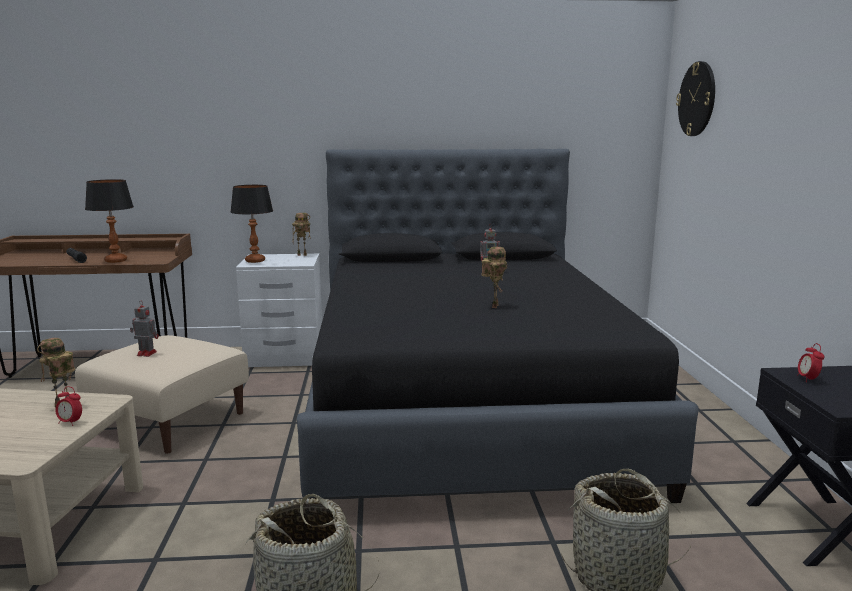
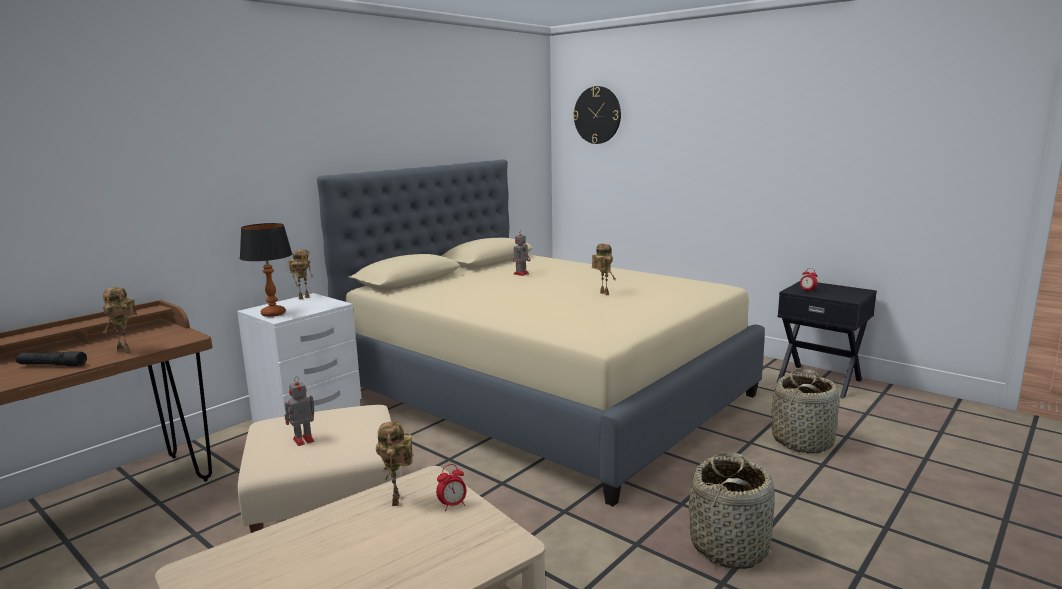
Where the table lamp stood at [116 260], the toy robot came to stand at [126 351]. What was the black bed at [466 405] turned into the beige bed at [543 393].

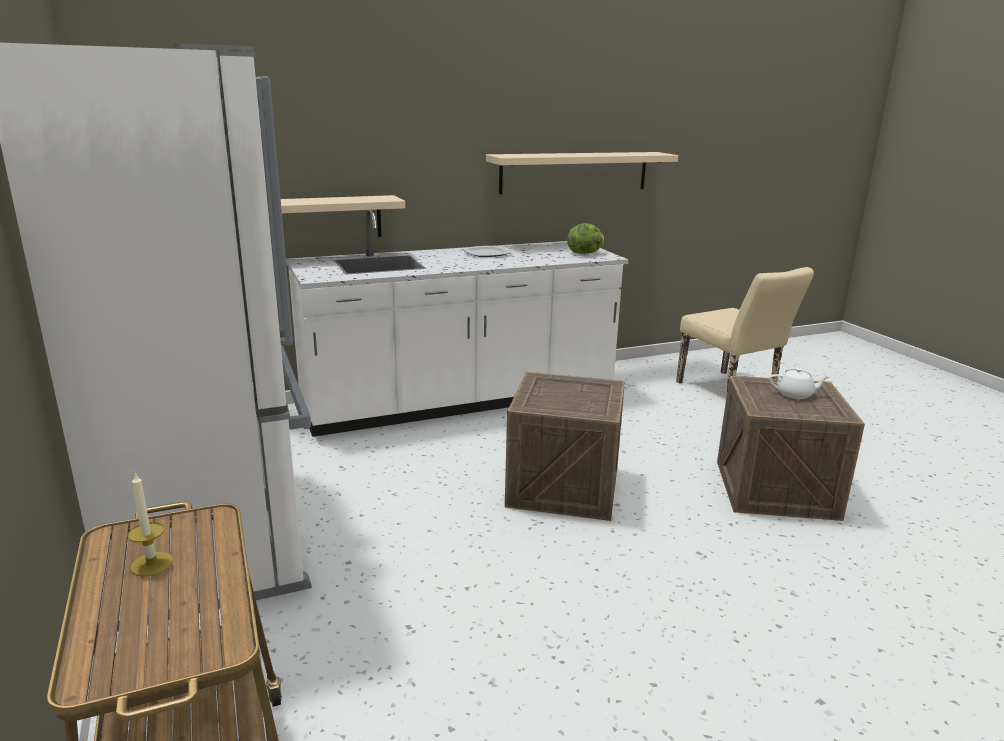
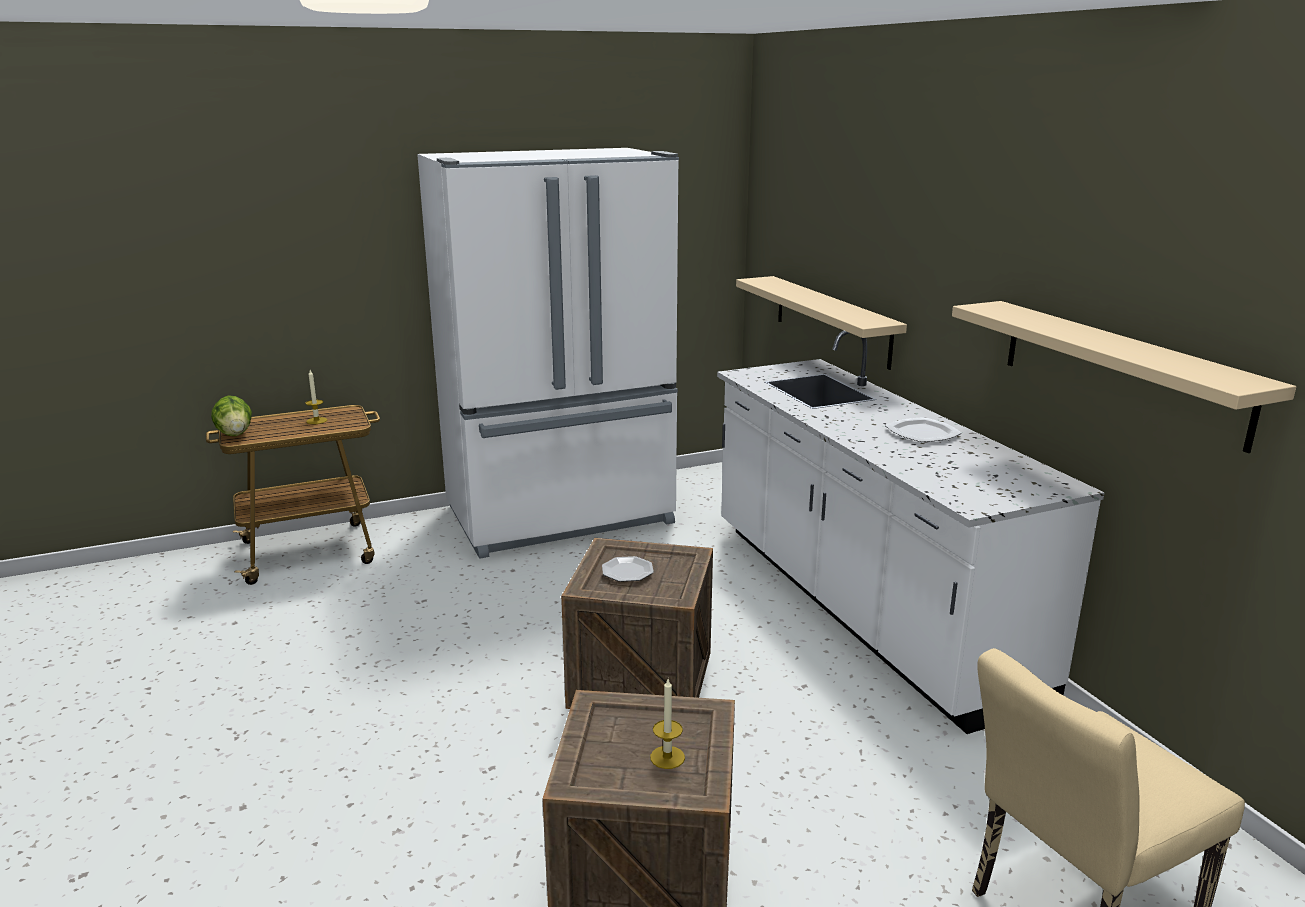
The lettuce ended up elsewhere, having gone from [585 253] to [235 434]. Where the white teapot stood at [795 394], the candle came to stand at [667 757]. The second view gained the plate at [627 571].

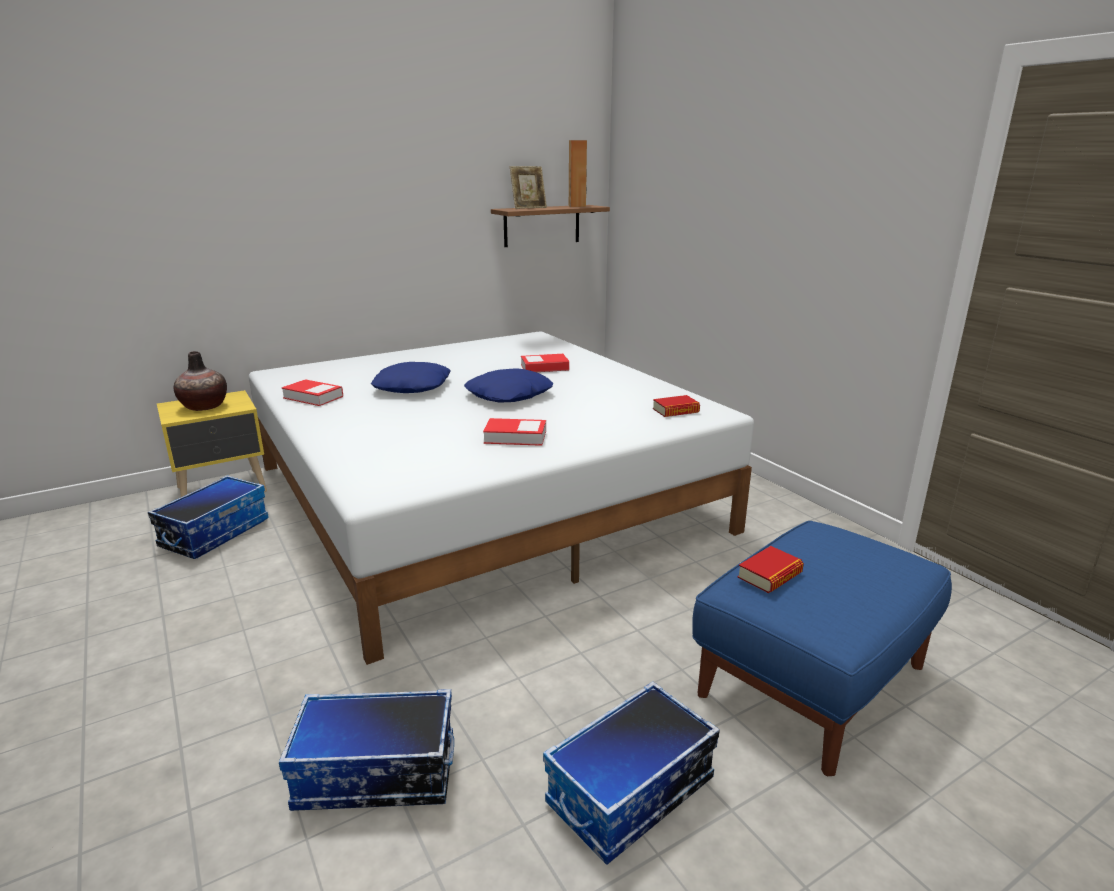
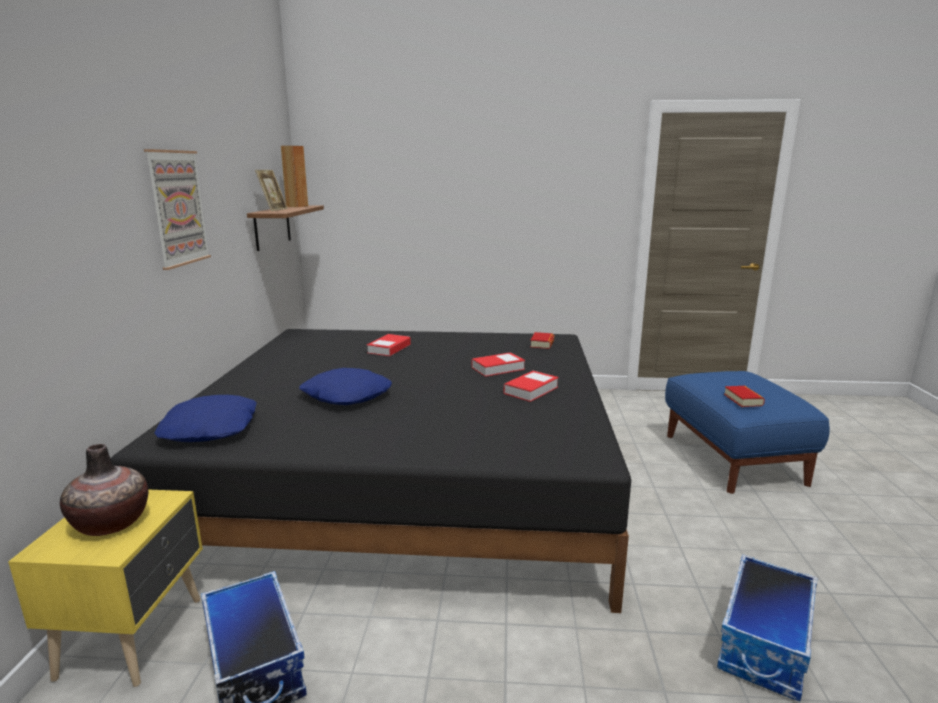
What was the white bed at [483 497] turned into the black bed at [408 480]. The book ended up elsewhere, having gone from [313 397] to [498 368]. The blue pillow ended up elsewhere, having gone from [509 395] to [211 428]. The second view lost the storage box at [631 793]. The second view gained the picture at [177 208].

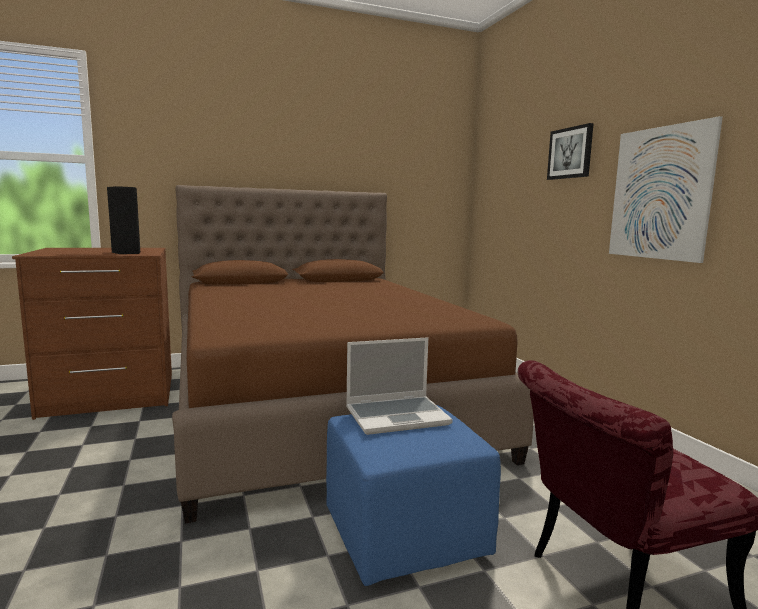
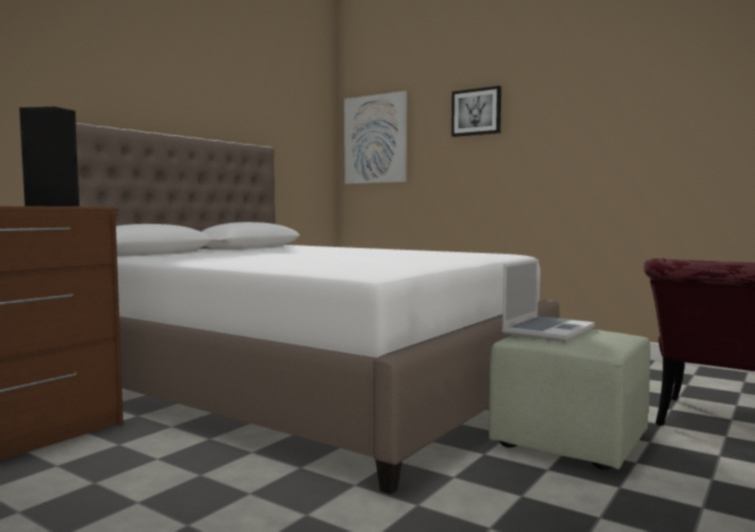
What was the brown bed at [319 405] turned into the white bed at [307 385]. What was the blue ottoman at [406 534] turned into the green ottoman at [569 441]. The picture ended up elsewhere, having gone from [660 193] to [375 139].

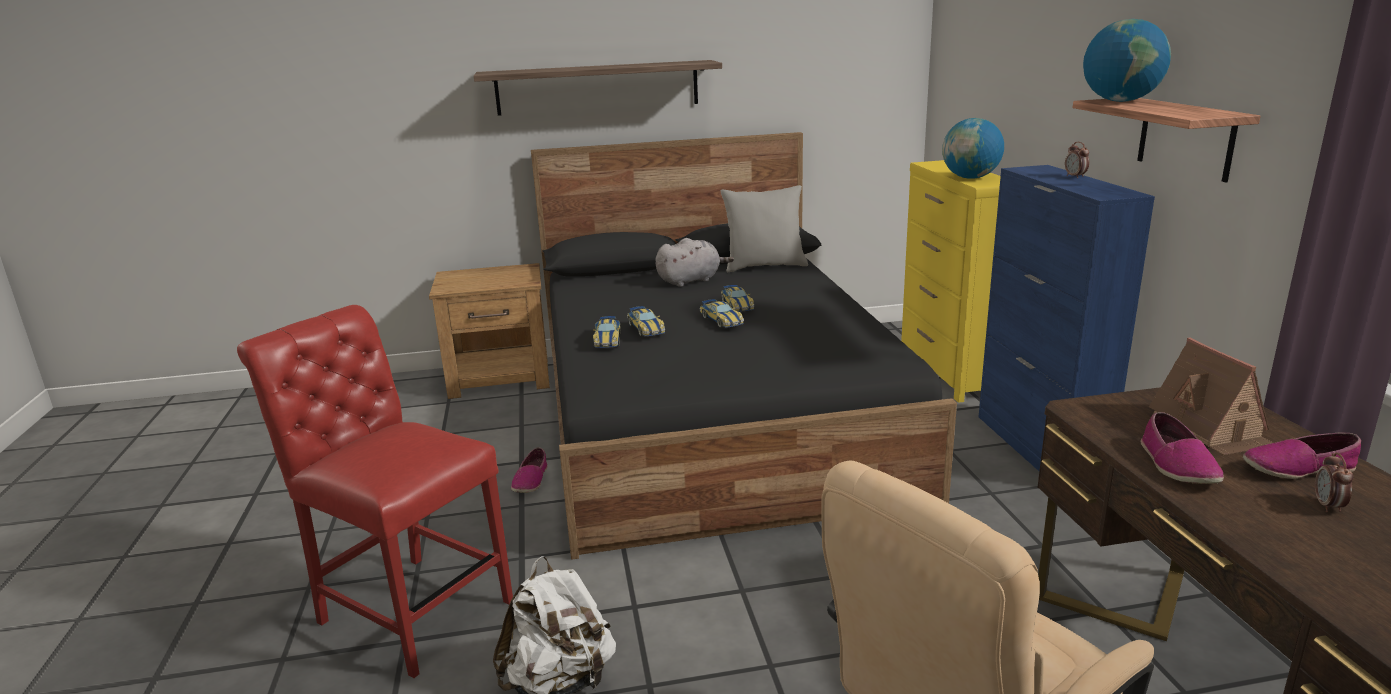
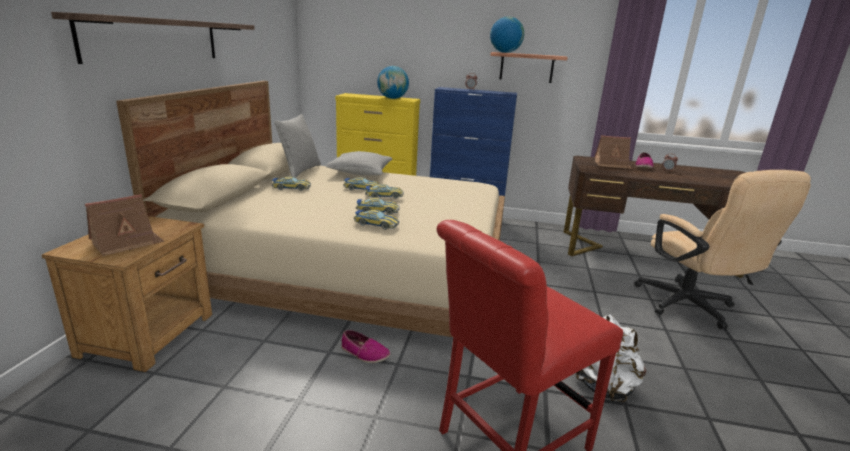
What was the black bed at [714 418] turned into the beige bed at [351 270]. Where the grey plush toy stood at [691 280], the toy car came to stand at [291 188]. The second view lost the shoe at [1176 465]. The second view gained the toy house at [127 243]. The second view gained the grey pillow at [360 173].

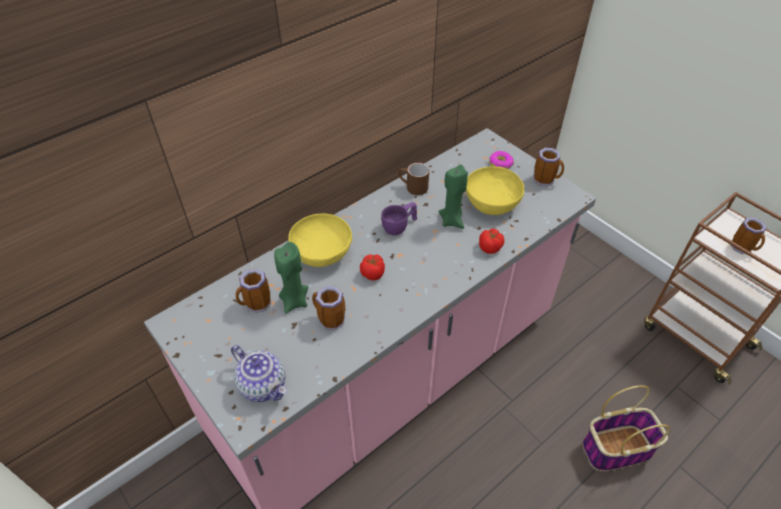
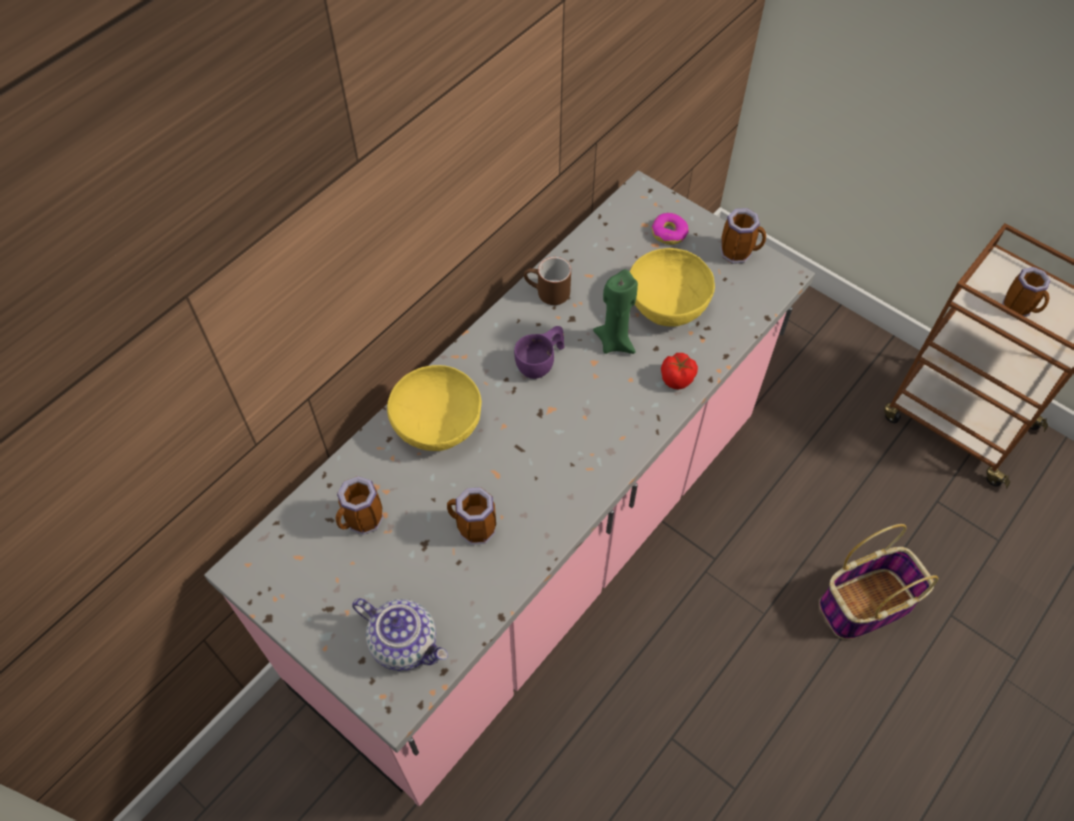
The second view lost the green candle at [294 301]. The second view lost the tomato at [373 273].

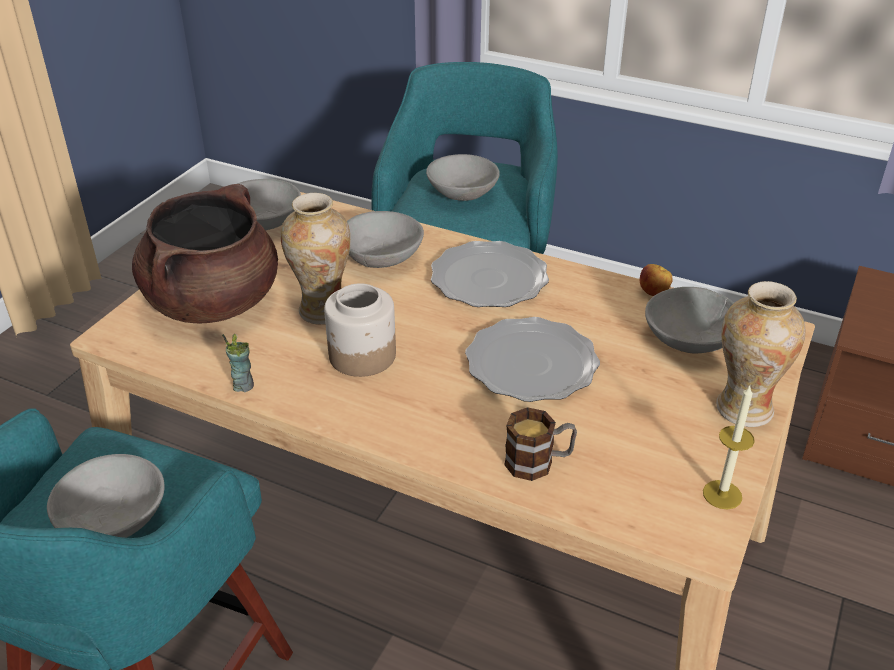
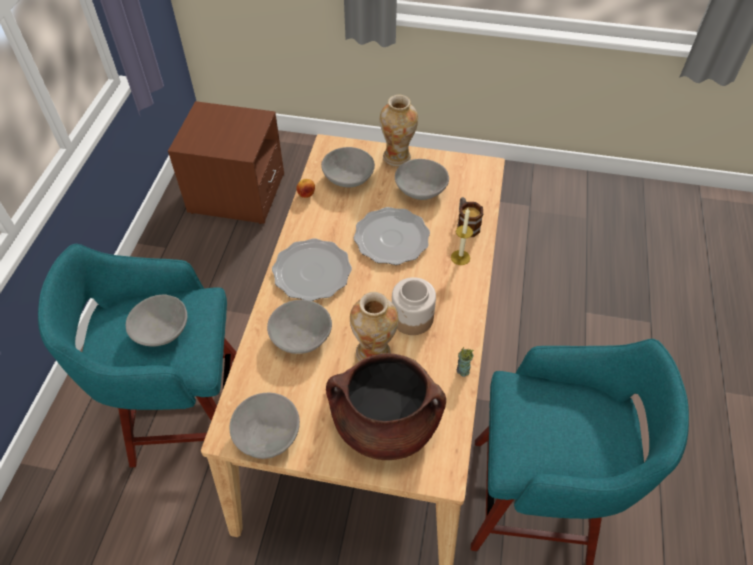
The grey bowl ended up elsewhere, having gone from [113 520] to [420 190]. The candle ended up elsewhere, having gone from [722 494] to [460 257].

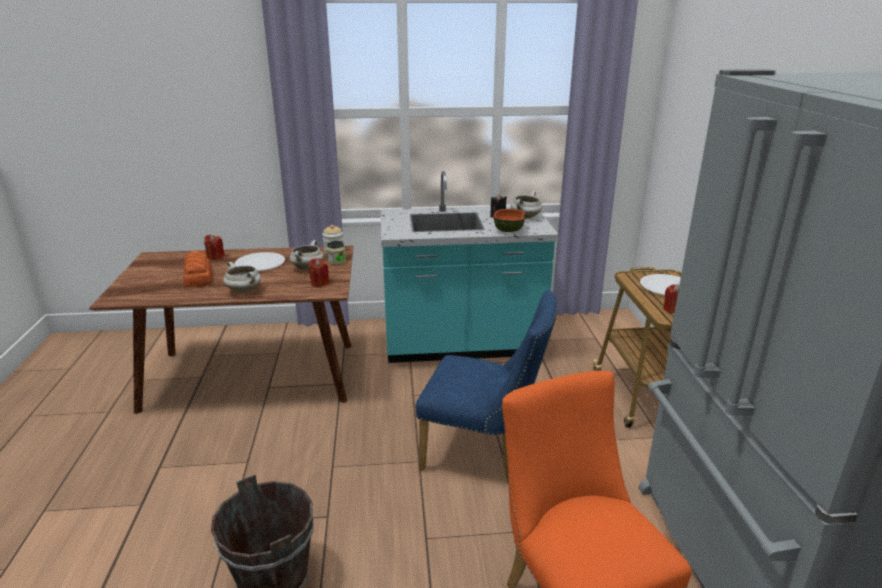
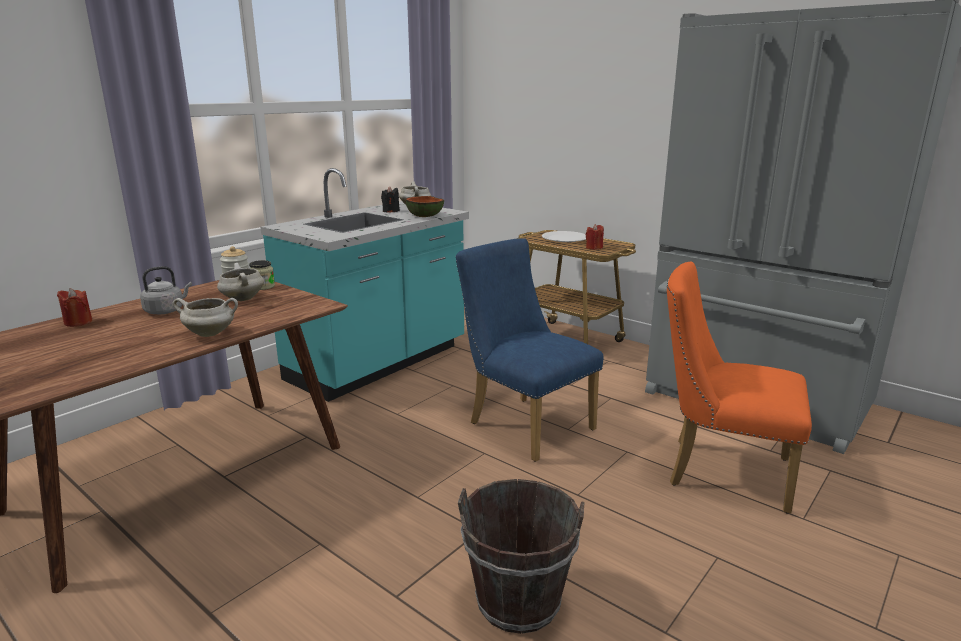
The second view lost the bread at [198 277]. Where the white plate stood at [260 263], the grey kettle came to stand at [166 311]. The second view lost the red candle at [319 283]. The blue chair at [484 454] ended up facing another way, 105 degrees counterclockwise from before.

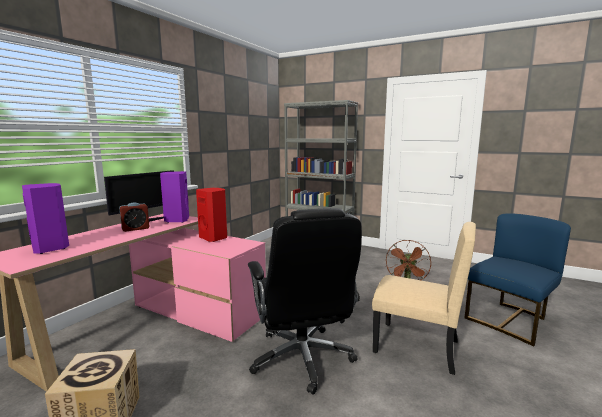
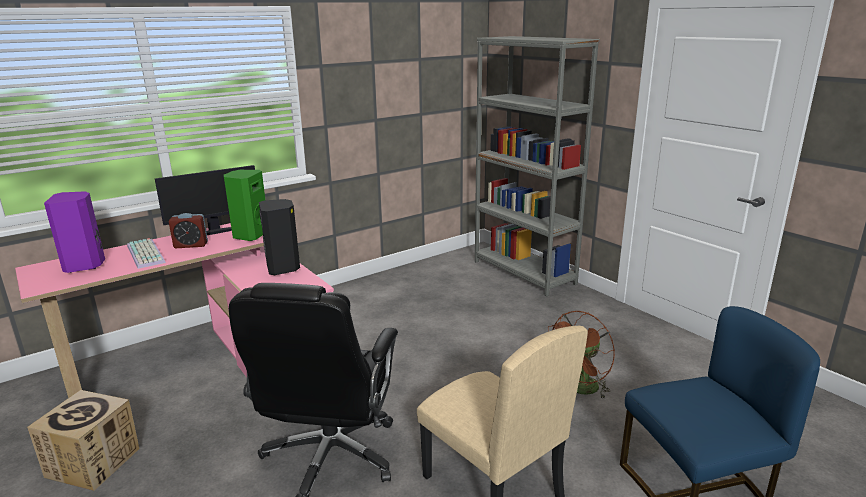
What was the purple speaker at [176 220] turned into the green speaker at [249 235]. What was the red speaker at [214 238] turned into the black speaker at [283 268]. The second view gained the keyboard at [147 254].

